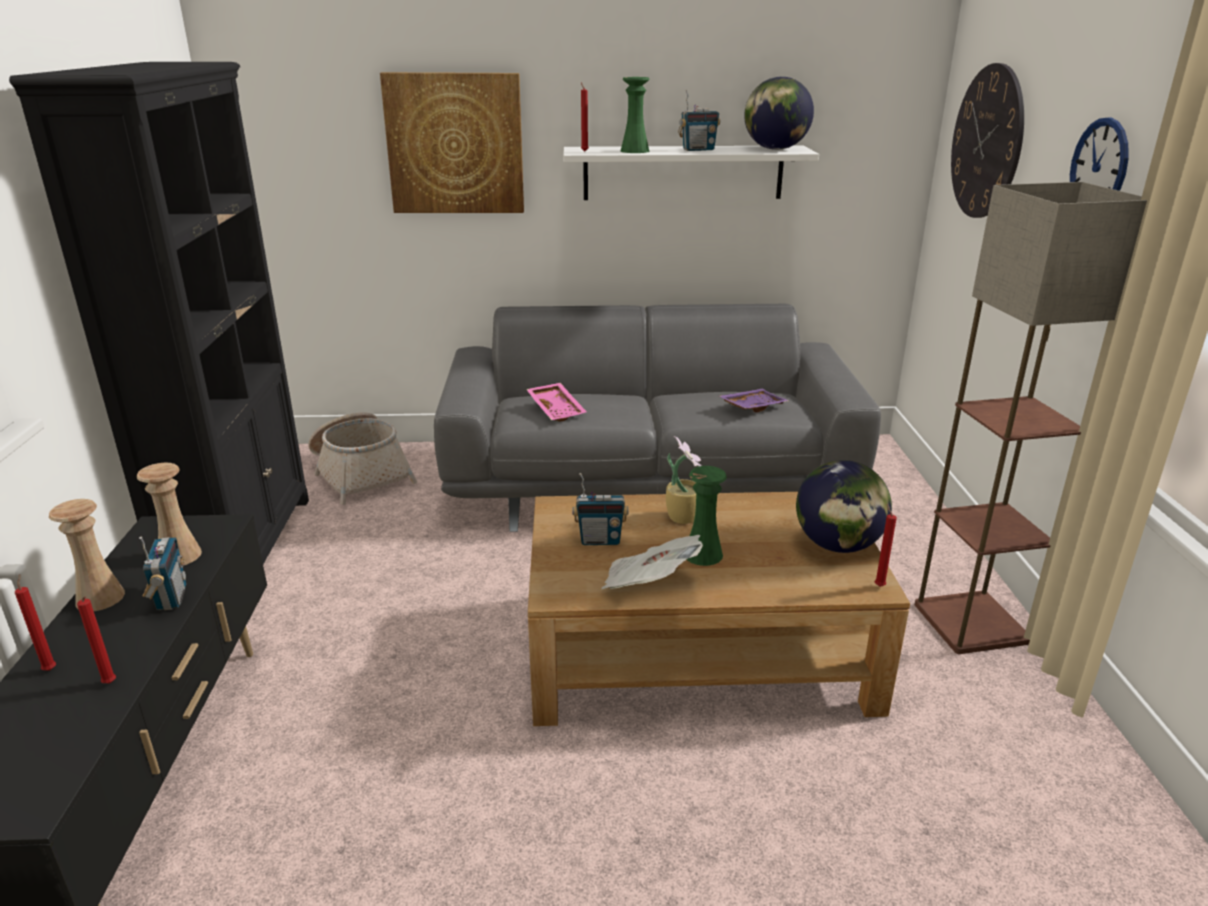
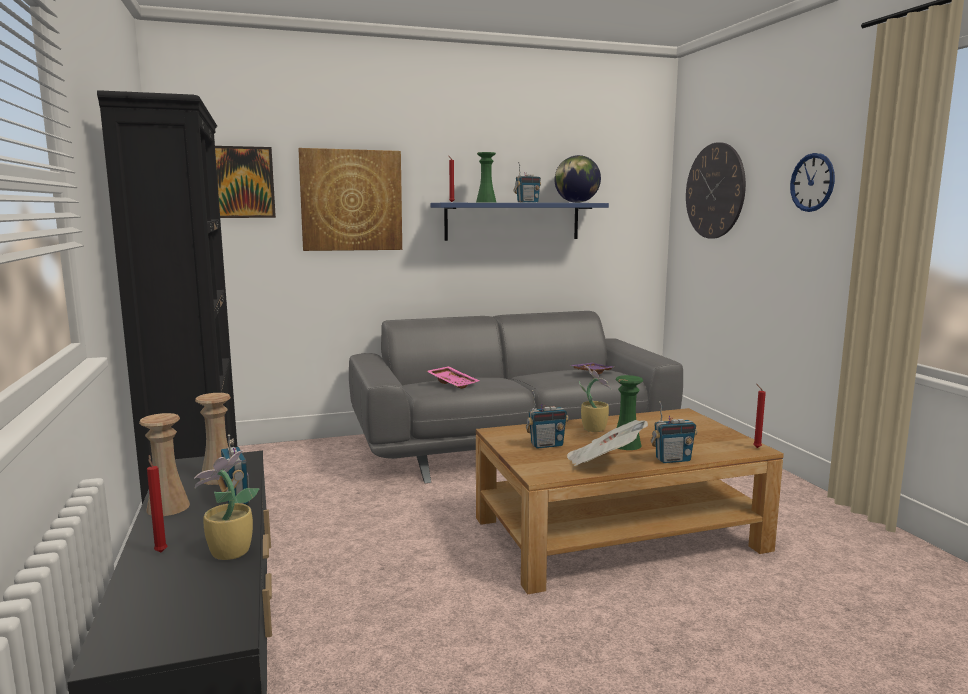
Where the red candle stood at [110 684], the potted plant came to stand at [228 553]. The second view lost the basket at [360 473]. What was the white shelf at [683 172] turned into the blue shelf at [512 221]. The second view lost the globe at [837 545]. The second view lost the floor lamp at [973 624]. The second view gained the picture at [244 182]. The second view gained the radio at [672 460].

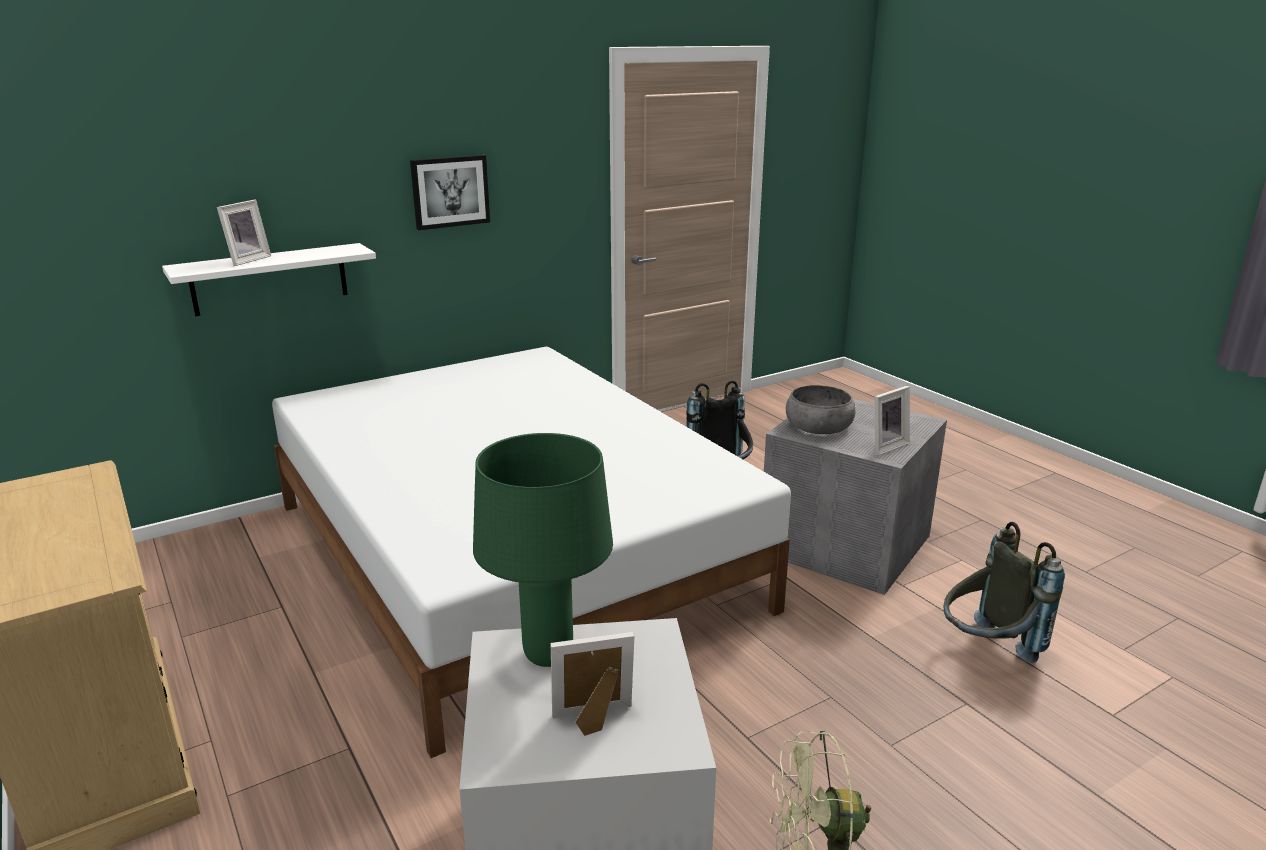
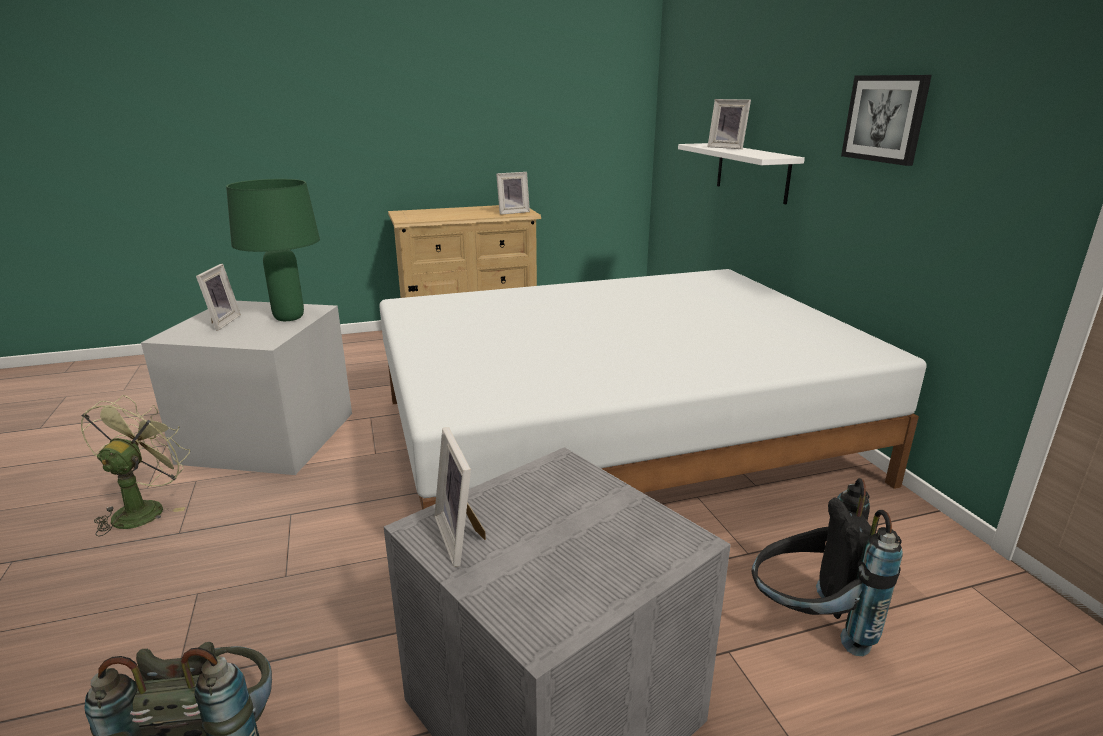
The second view lost the grey bowl at [818 426]. The second view gained the picture frame at [512 212].

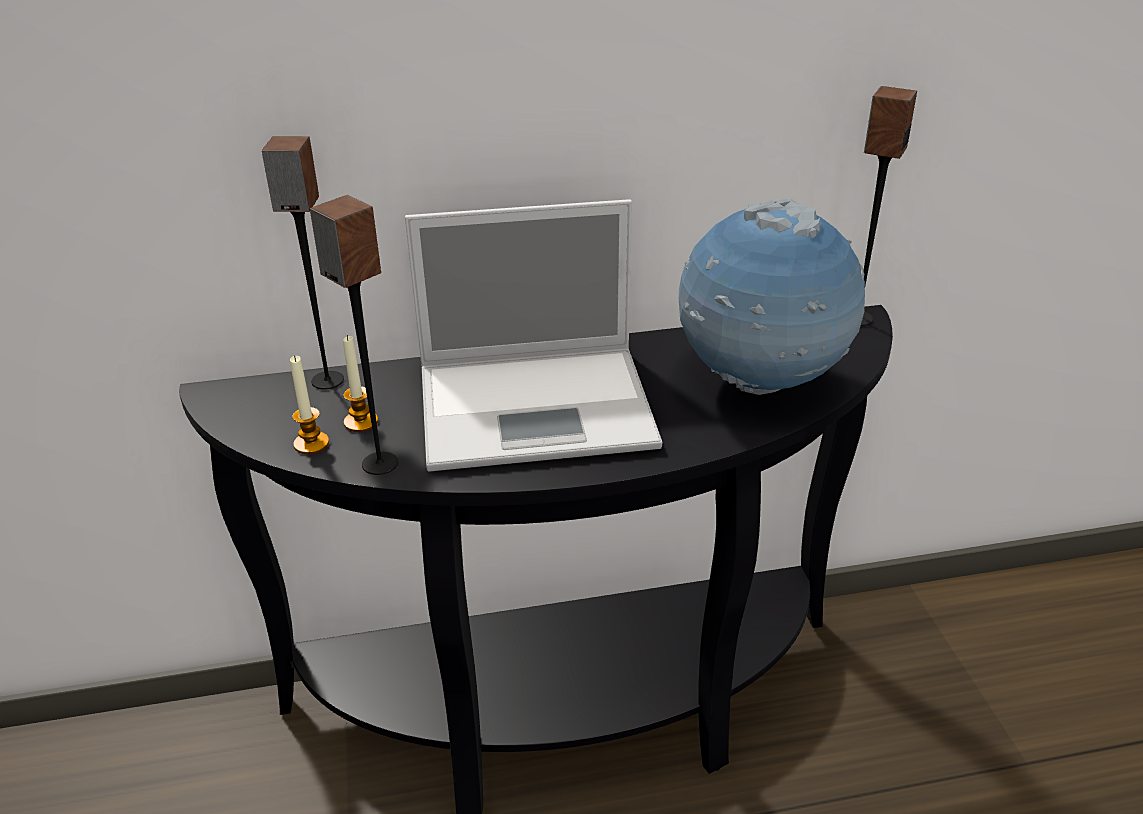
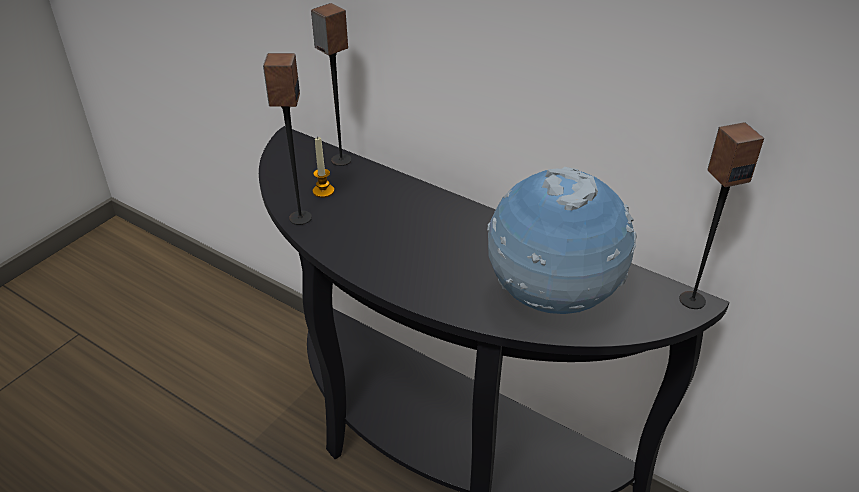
The second view lost the candle at [311 444]. The second view lost the laptop at [540 406].

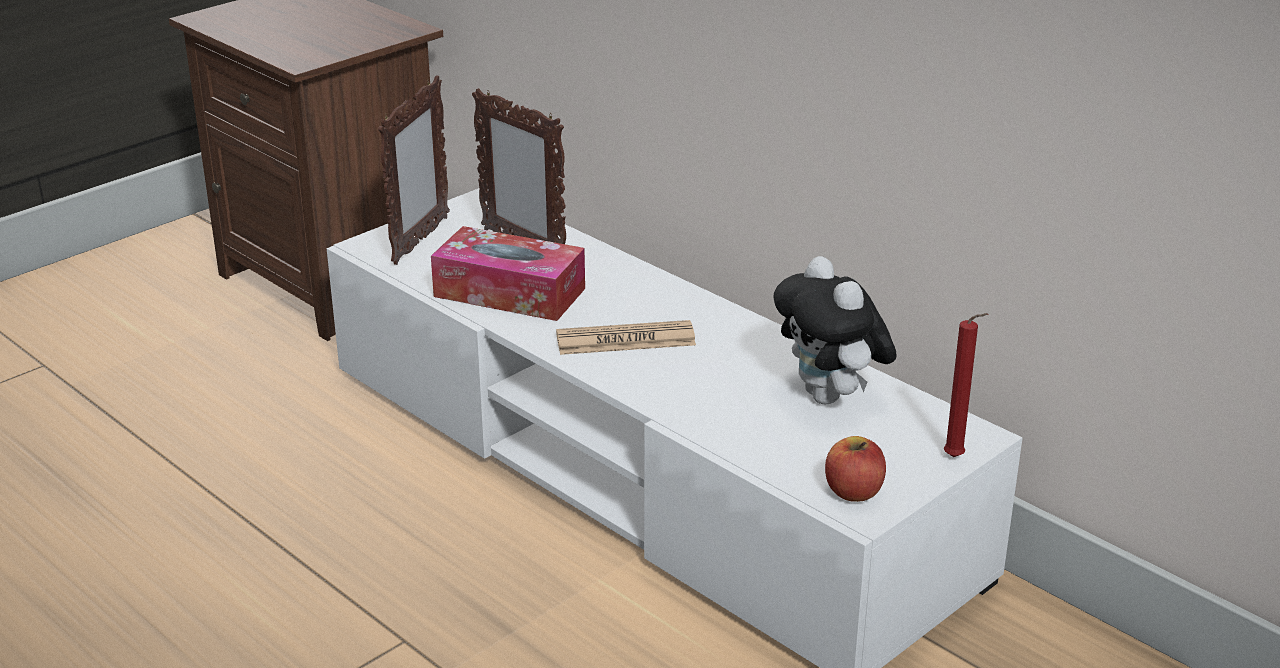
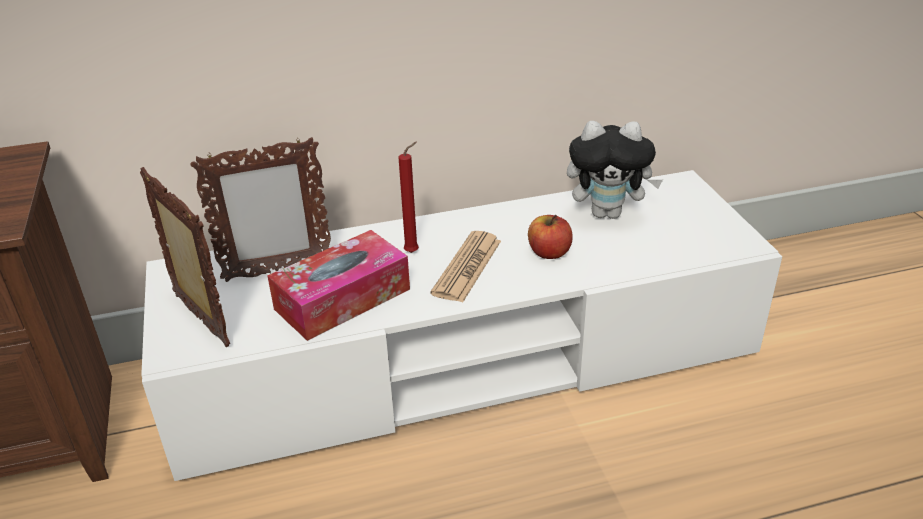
The apple ended up elsewhere, having gone from [853 491] to [549 252]. The red candle ended up elsewhere, having gone from [956 458] to [414 252].

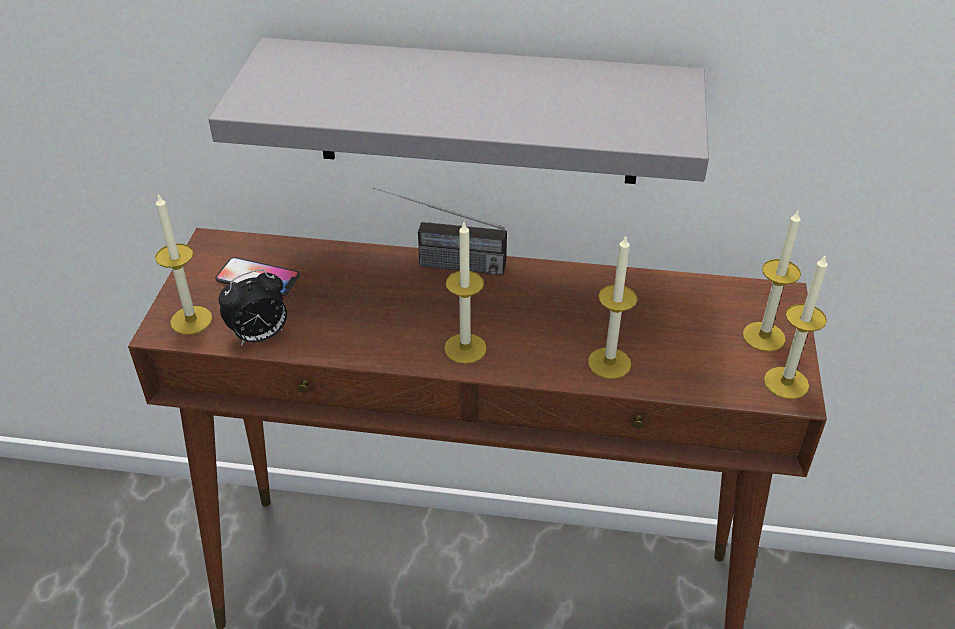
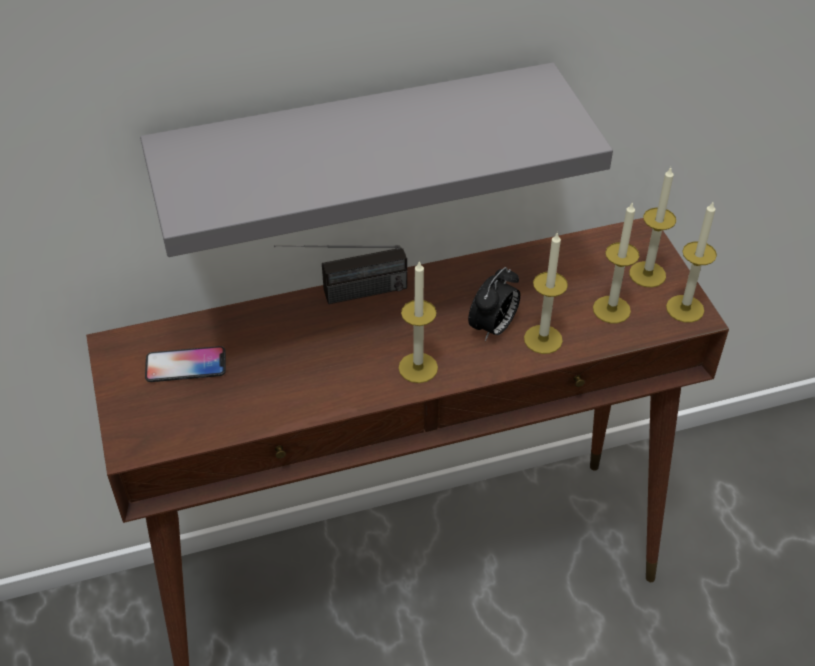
The candle ended up elsewhere, having gone from [191 320] to [611 309]. The alarm clock ended up elsewhere, having gone from [260 336] to [493 328].

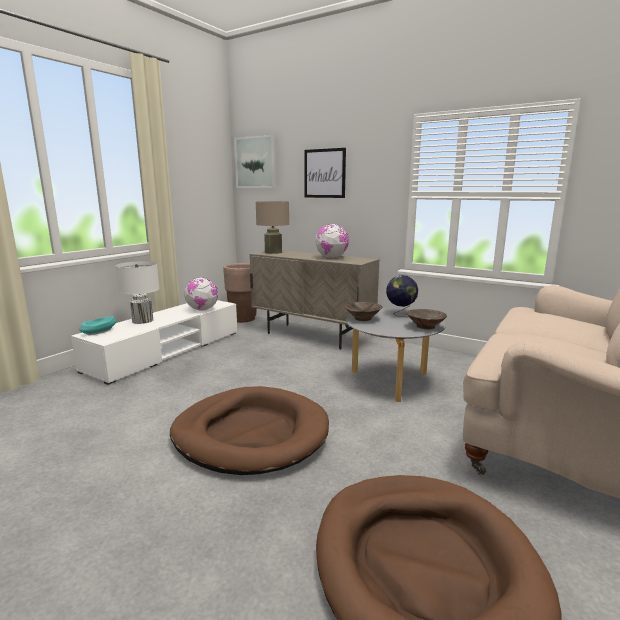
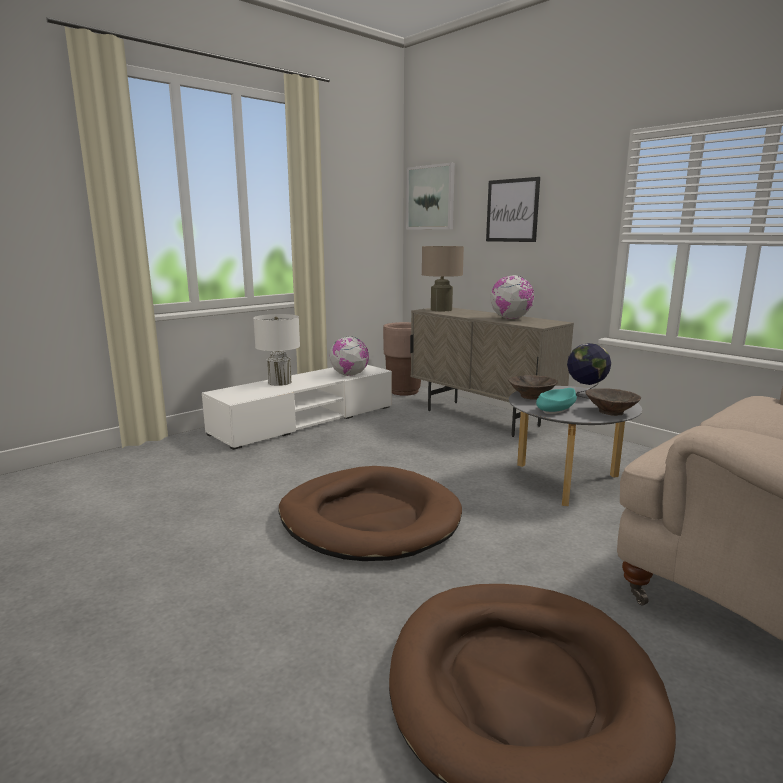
The turquoise bowl ended up elsewhere, having gone from [99 331] to [555 409].

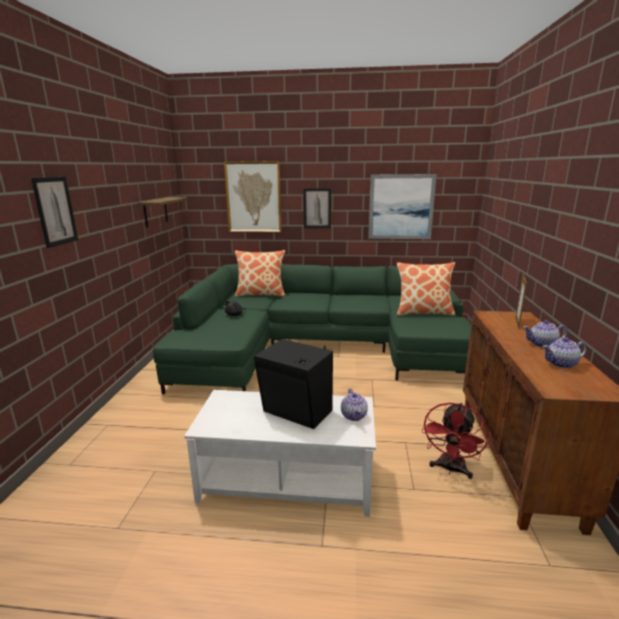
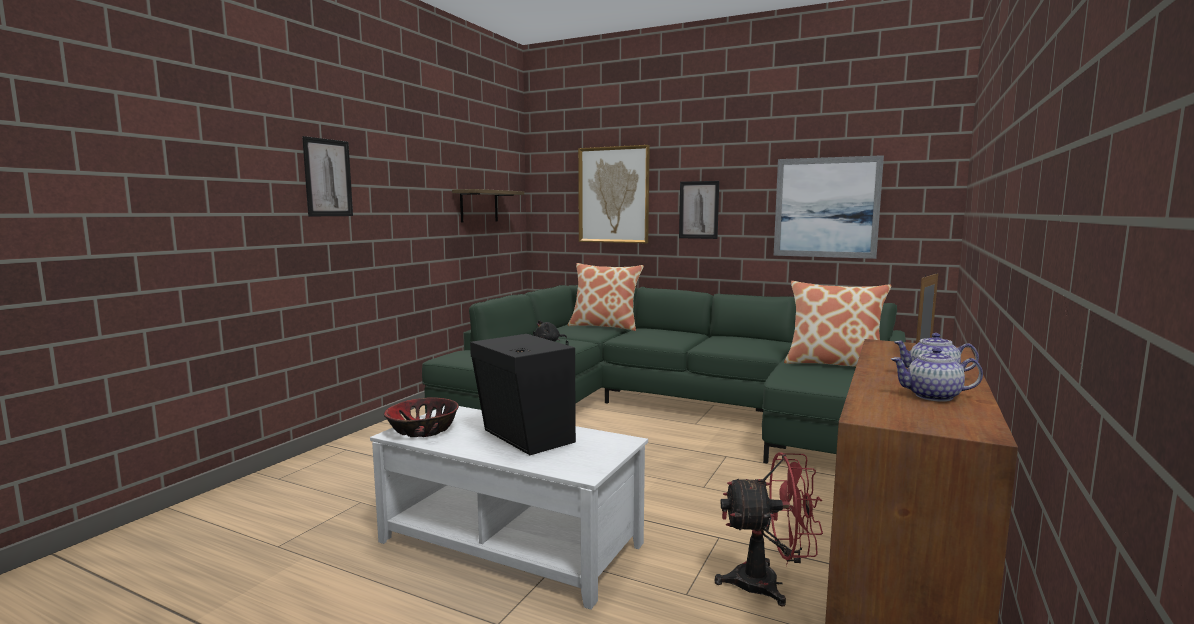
The second view lost the teapot at [354 416]. The red fan at [450 469] ended up facing another way, 135 degrees counterclockwise from before. The second view gained the bowl at [422 430].

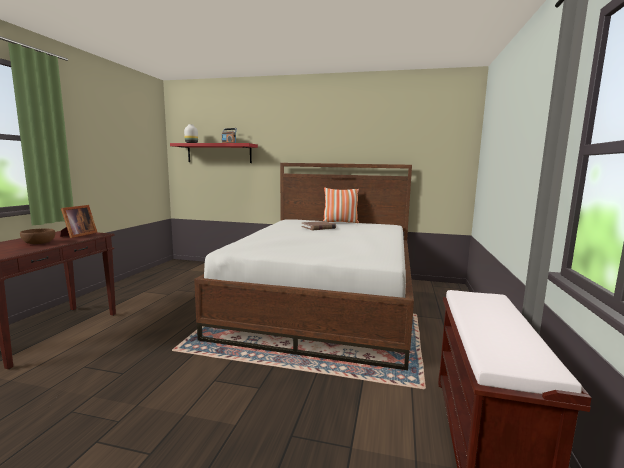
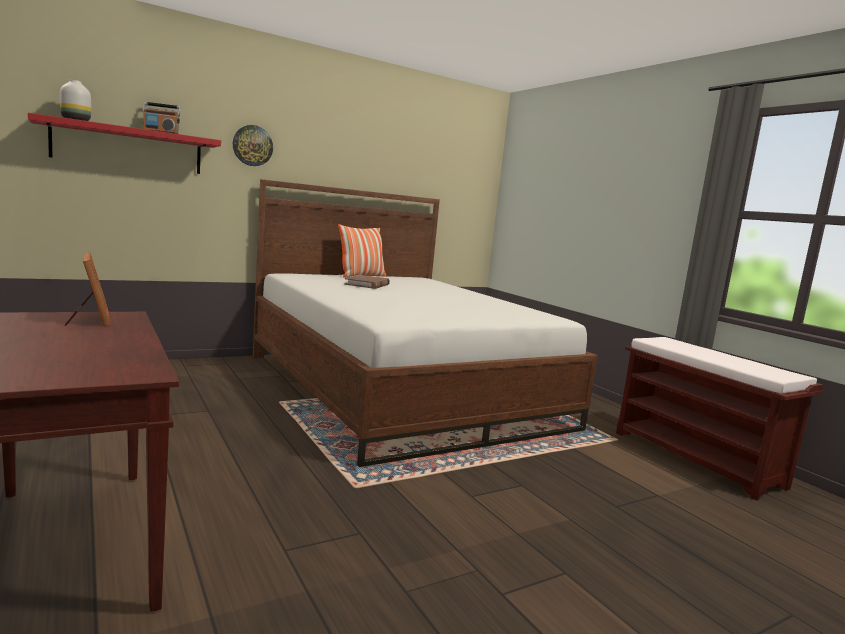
The second view lost the brown bowl at [38 243]. The second view gained the wall clock at [252 145].

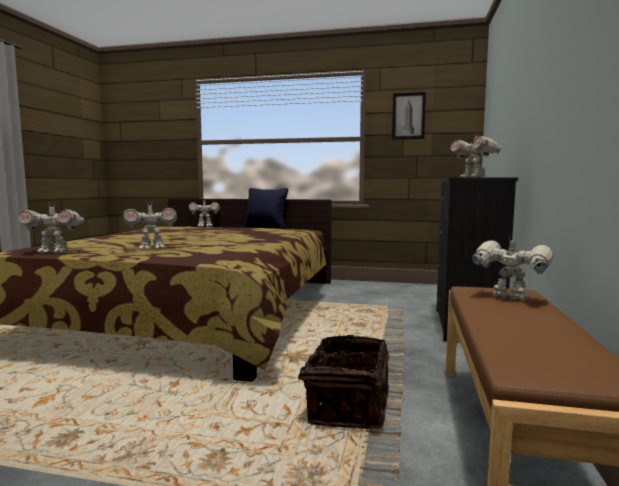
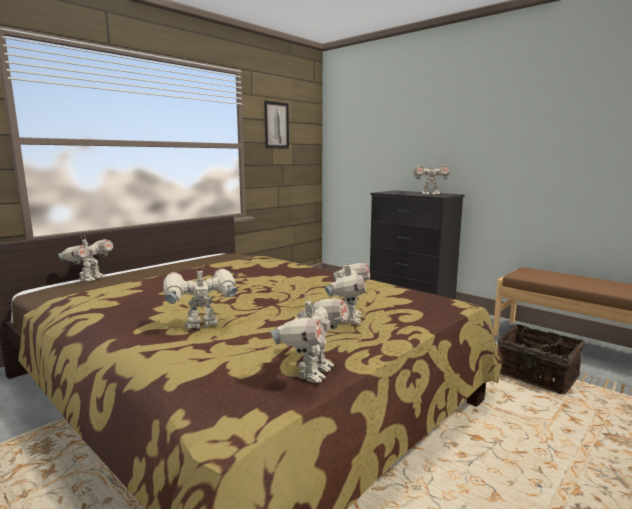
The second view lost the black pillow at [265 227]. The toy robot ended up elsewhere, having gone from [509 299] to [202 327].

